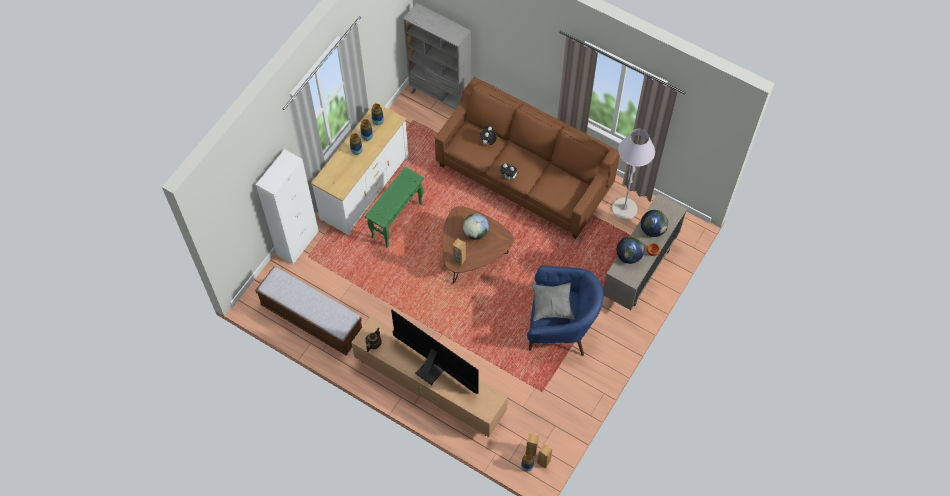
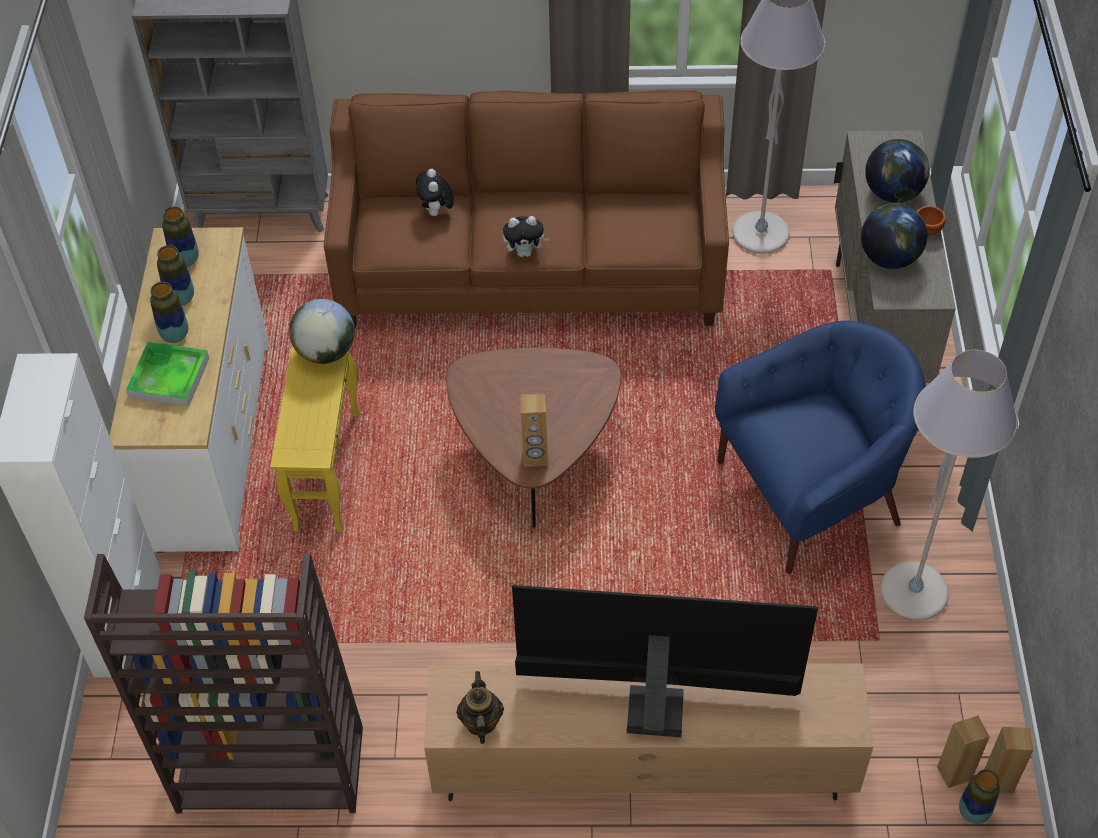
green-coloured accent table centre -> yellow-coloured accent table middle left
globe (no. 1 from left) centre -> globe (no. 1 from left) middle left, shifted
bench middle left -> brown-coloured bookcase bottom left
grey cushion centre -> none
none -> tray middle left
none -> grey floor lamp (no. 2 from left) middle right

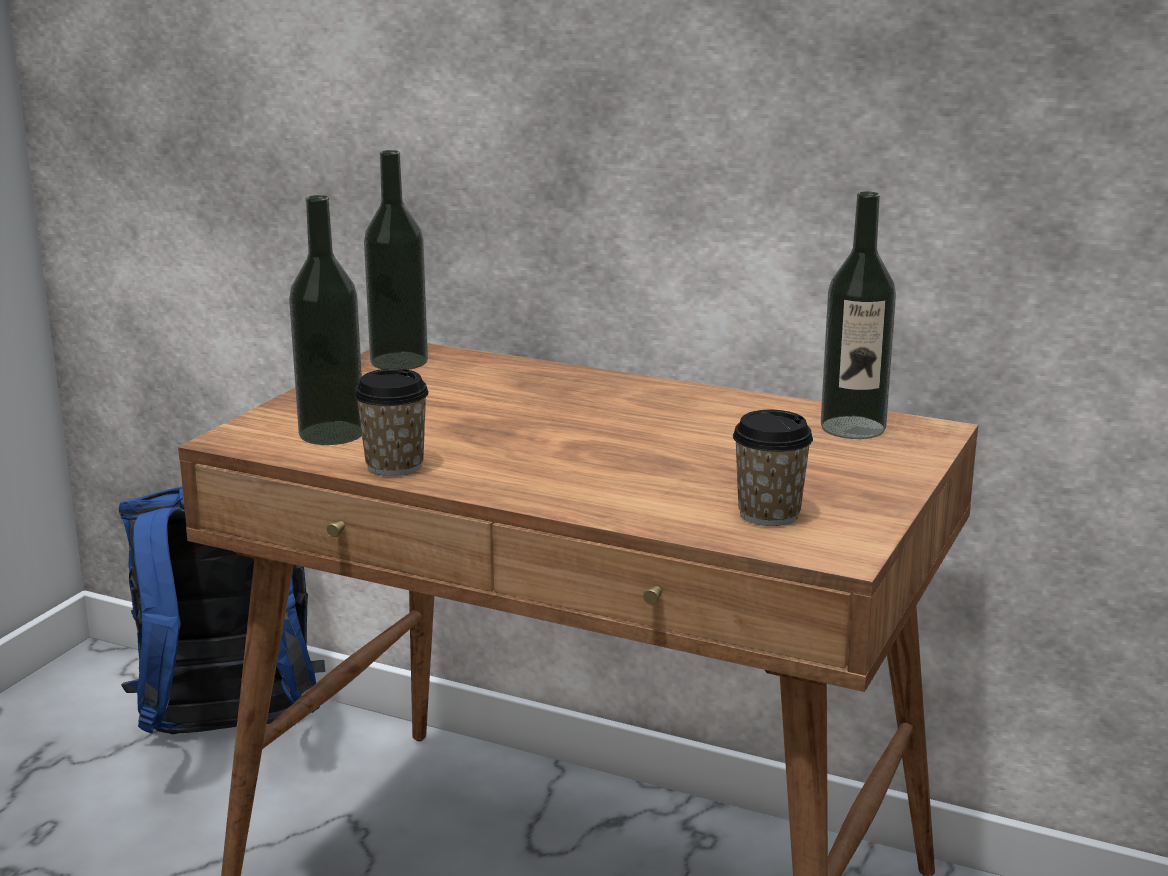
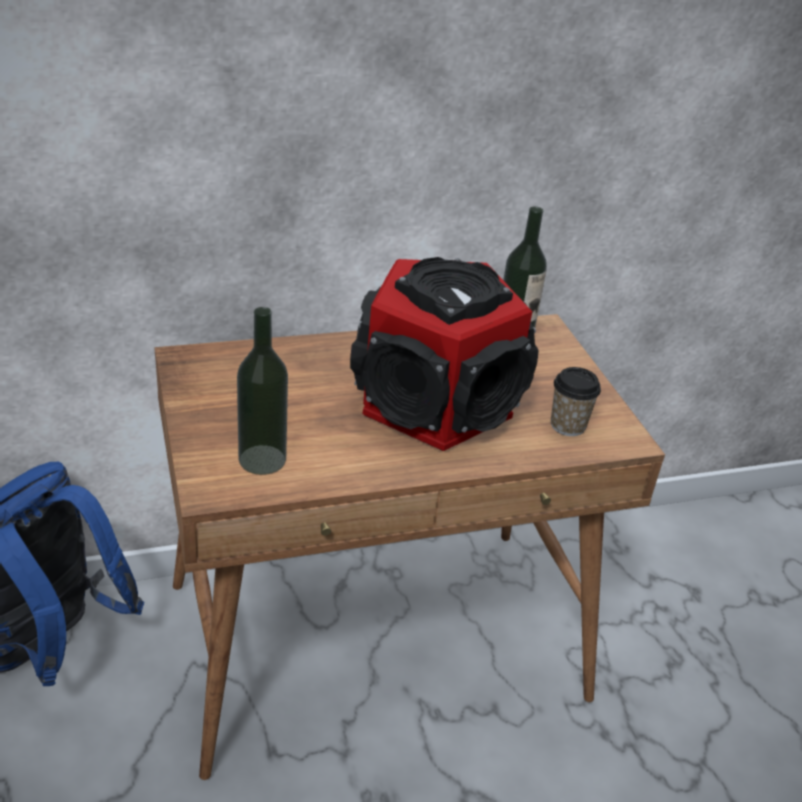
bottle (no. 2 from left) top centre -> none
small cup (no. 1 from left) centre -> none
none -> loudspeaker centre

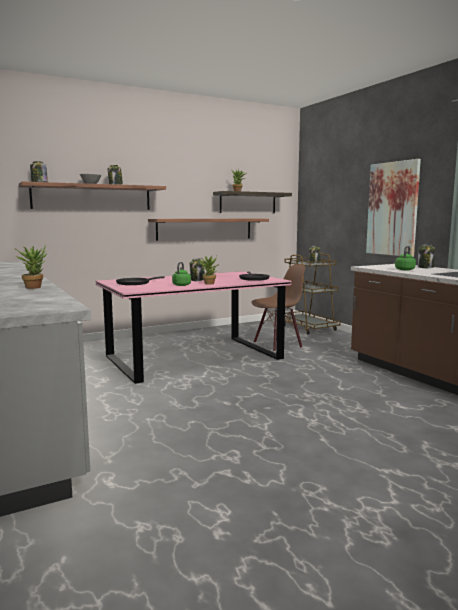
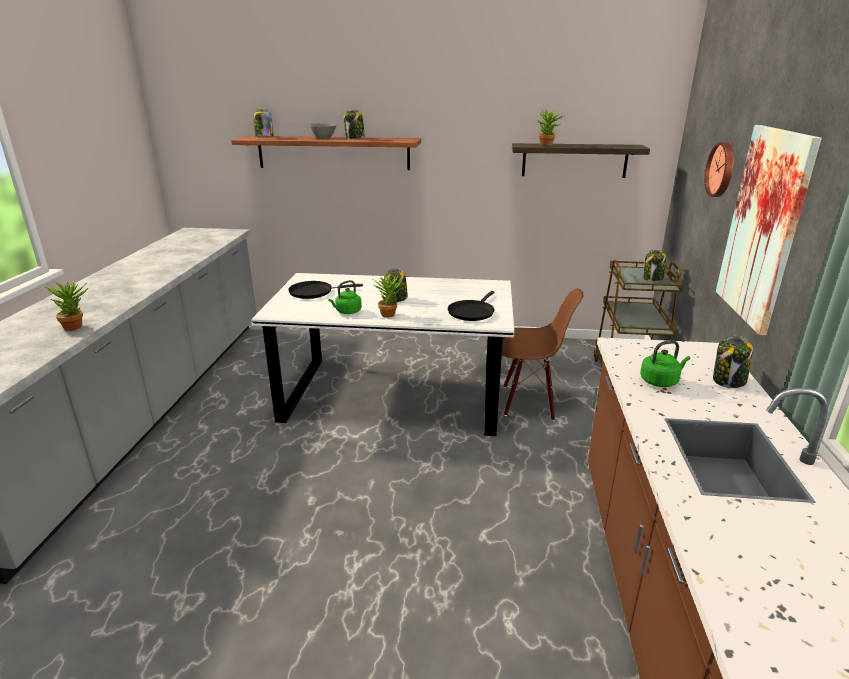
bracket shelf (no. 2 from left) centre -> none
pink dining table centre -> white dining table centre
none -> clock on the wall top right

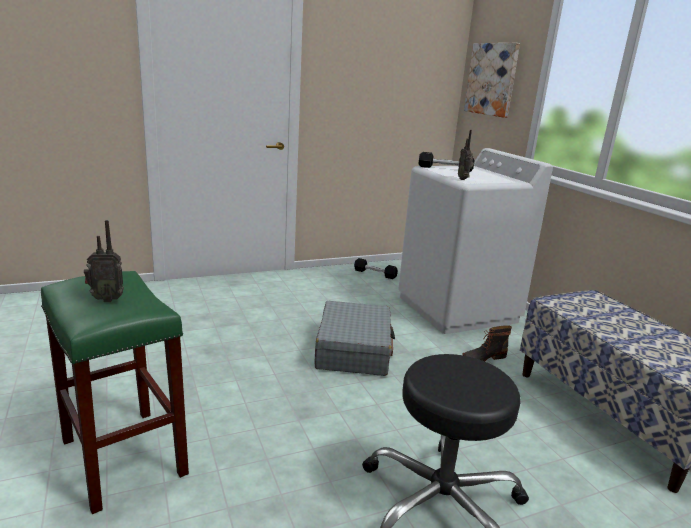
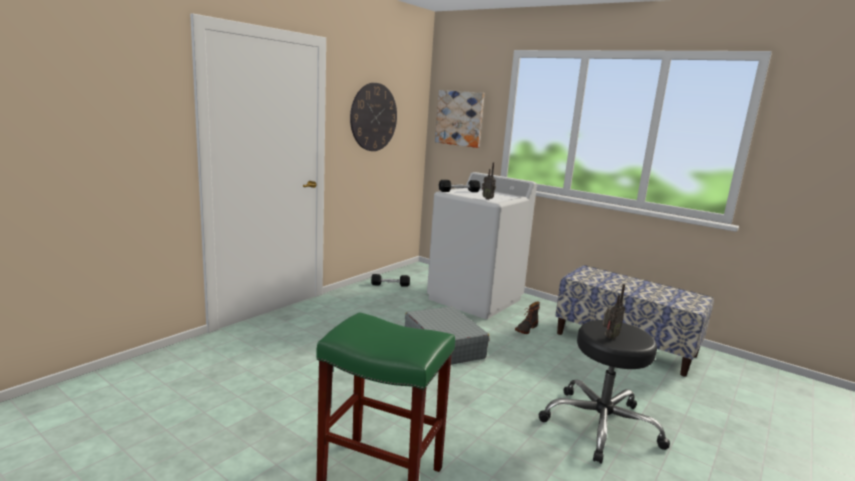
radio set (no. 1 from left in the first image) middle left -> radio set (no. 2 from left) middle right, shifted
none -> clock on the wall top centre

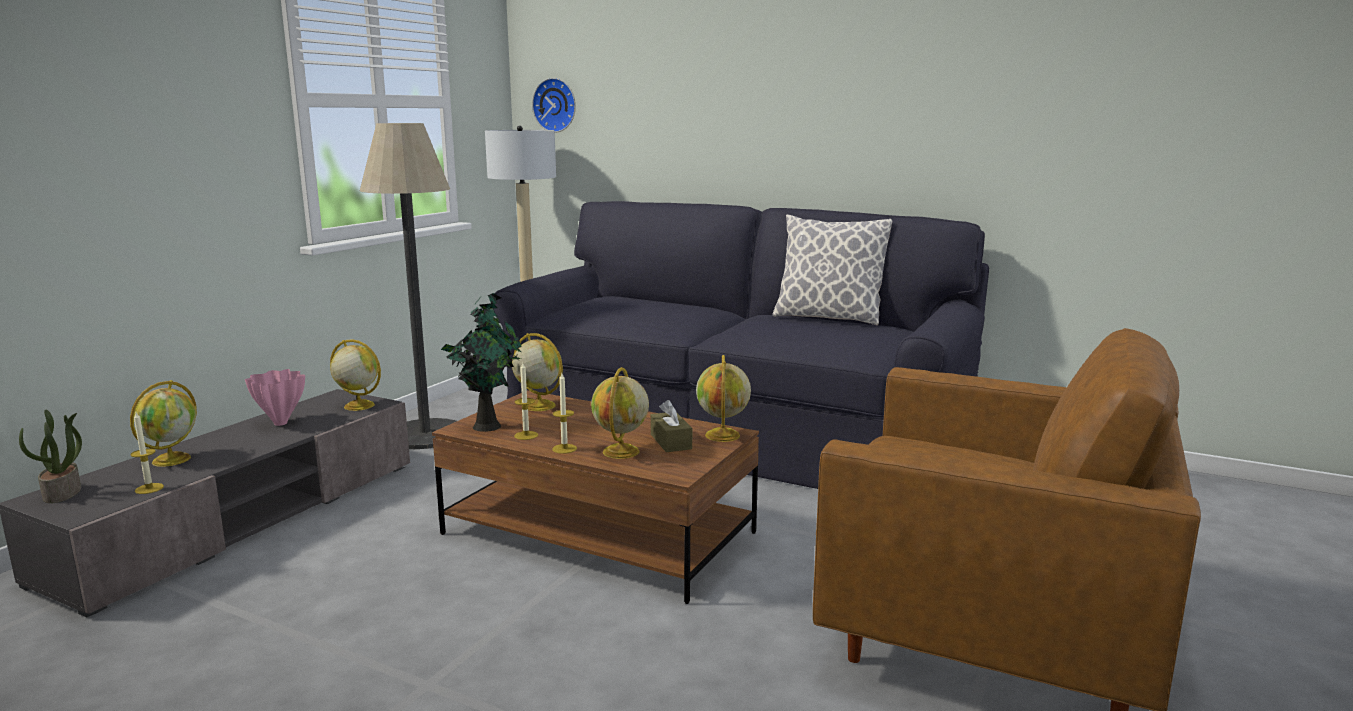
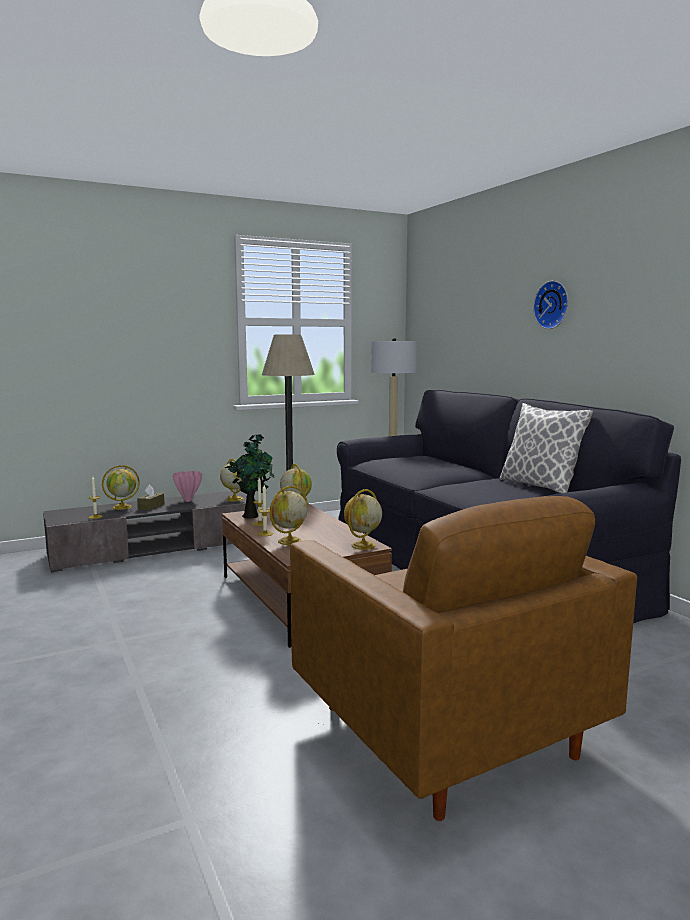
clock on the wall top centre -> clock on the wall top right, shifted
brown-coloured tissue box centre -> brown-coloured tissue box middle left, shifted
houseplant (no. 1 from left) middle left -> none

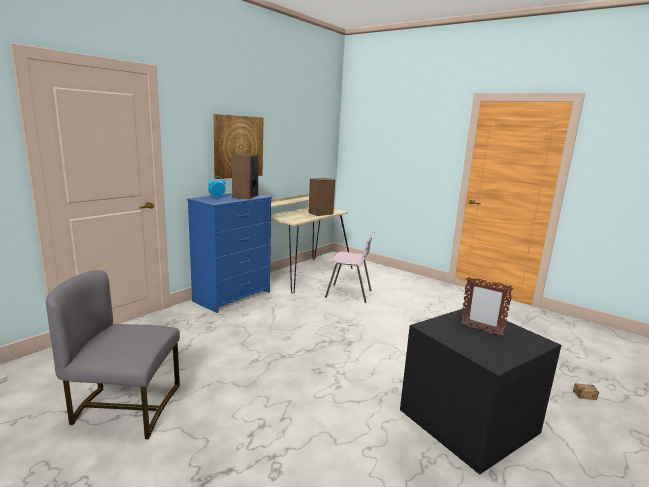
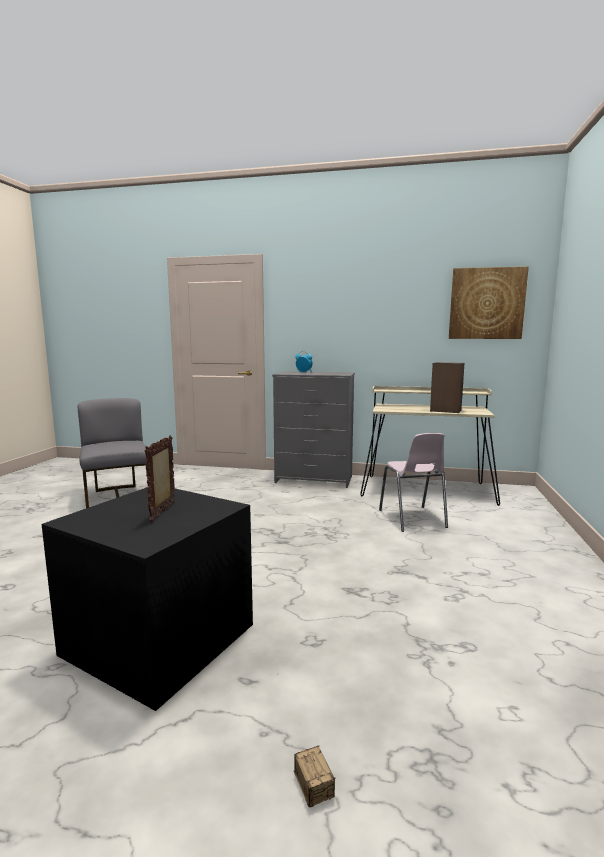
wall art top centre -> wall art middle right, shifted
loudspeaker (no. 1 from left) centre -> none
blue dresser centre -> grey dresser centre

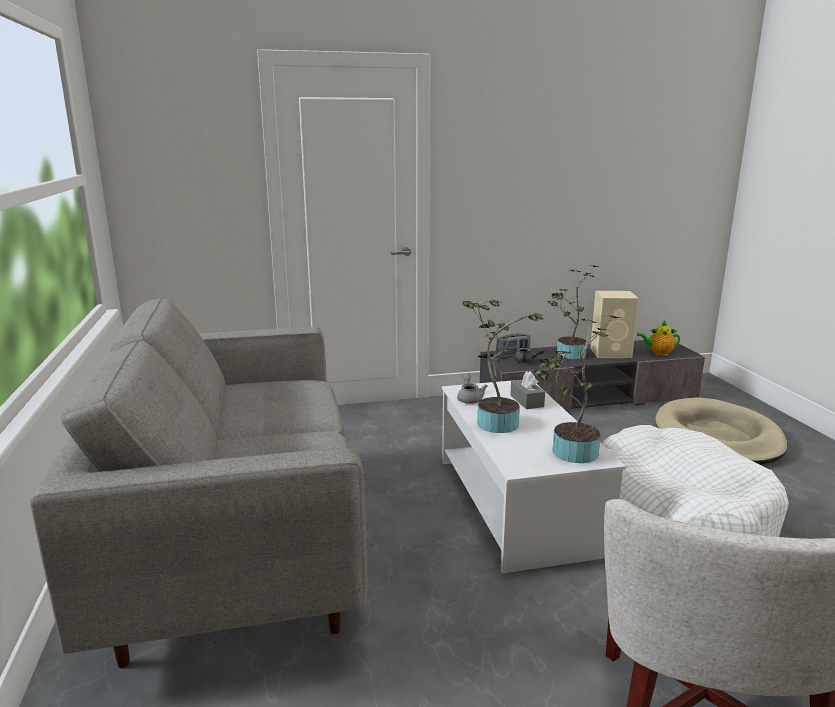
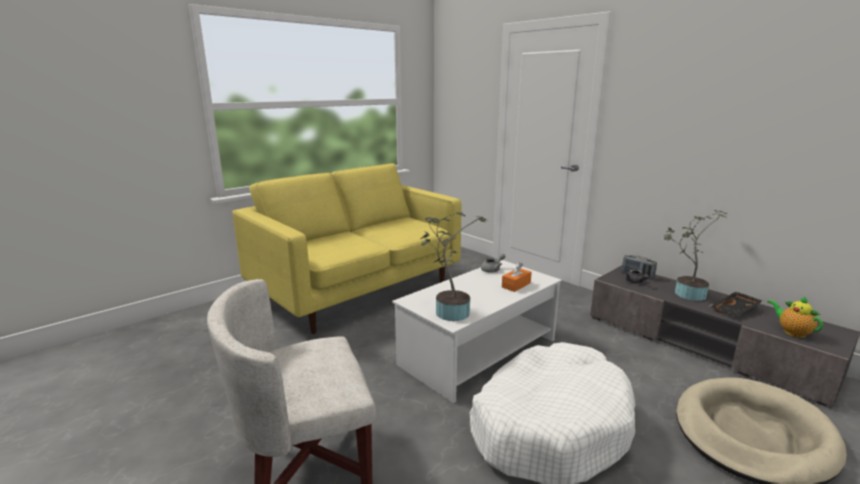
sand-coloured loudspeaker middle right -> blackish tray middle right
grey sofa bottom left -> yellow-coloured sofa centre
houseplant (no. 1 from left) centre -> none
grey tissue box centre -> orange-coloured tissue box centre

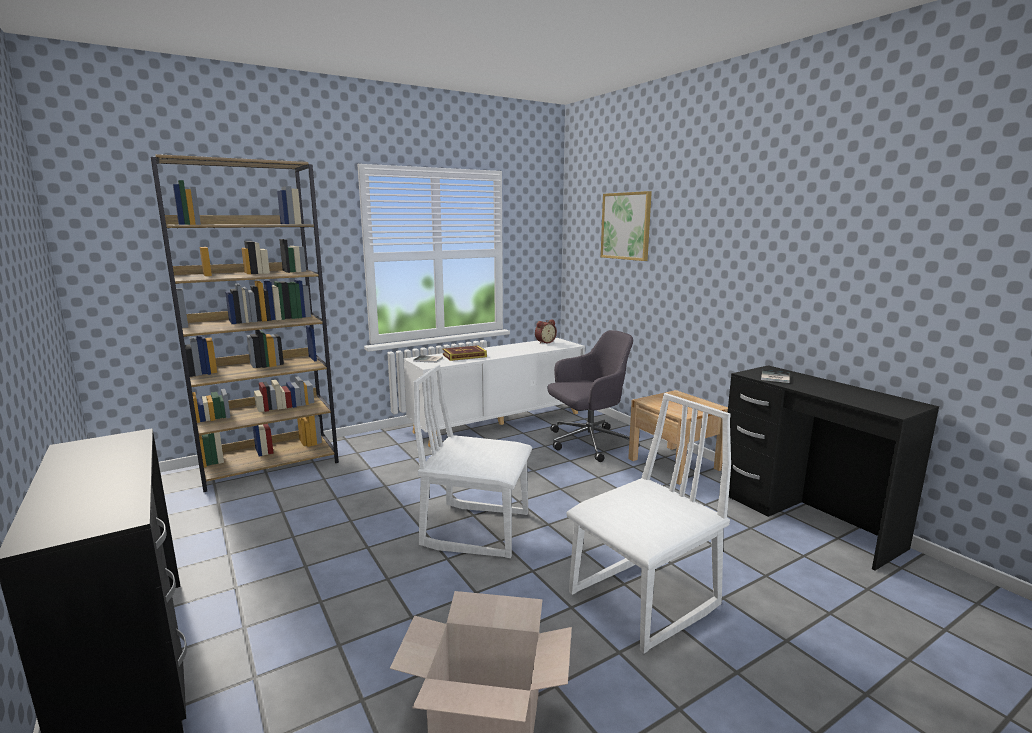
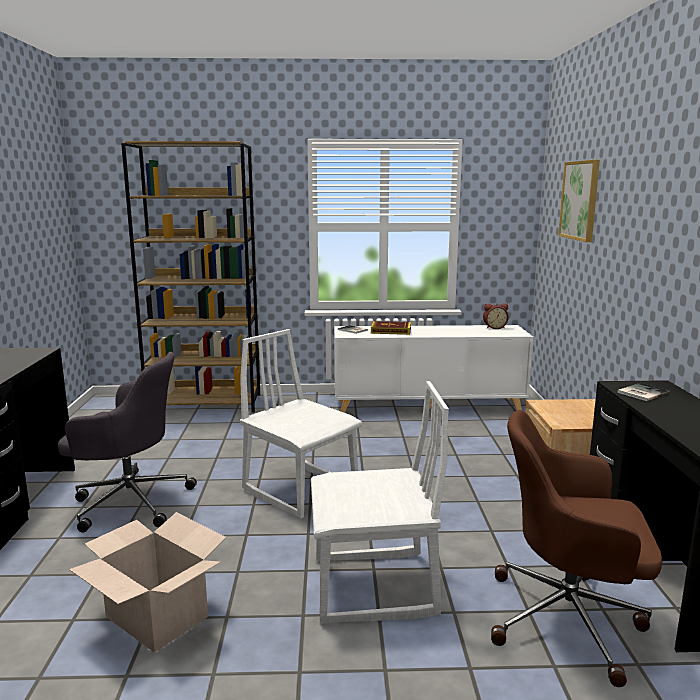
grey computer chair centre -> grey computer chair middle left, shifted
none -> brown-coloured computer chair bottom right

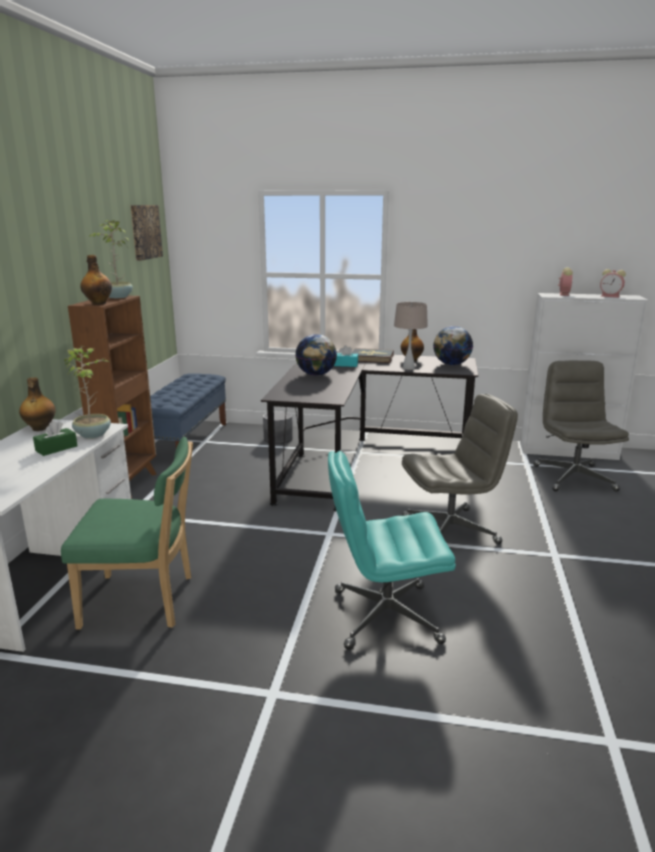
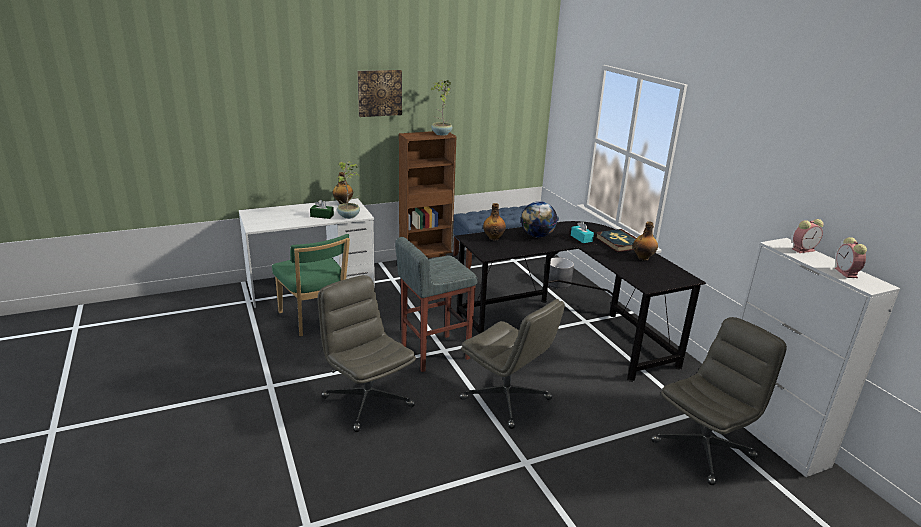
wall art top left -> wall art top centre, shifted
bottle (no. 2 from left) top left -> bottle (no. 2 from left) centre, shifted
sand-coloured lamp for a table centre -> none
globe (no. 2 from left) middle right -> none
turquoise computer chair centre -> grey computer chair (no. 1 from left) bottom centre
none -> grey sitting stool centre

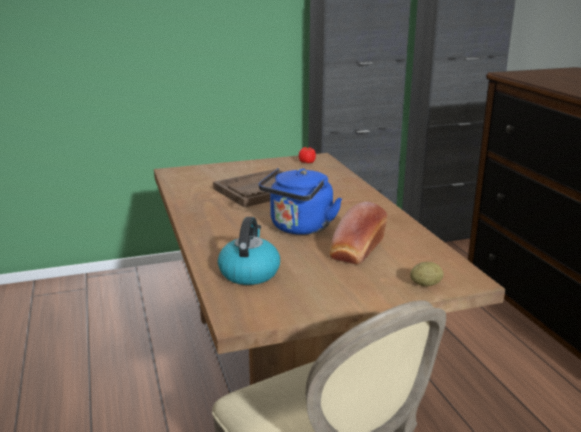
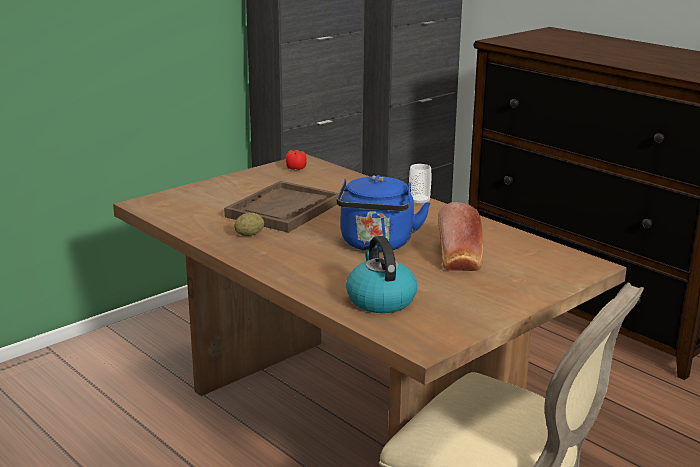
potato middle right -> potato centre, shifted
none -> small cup centre

